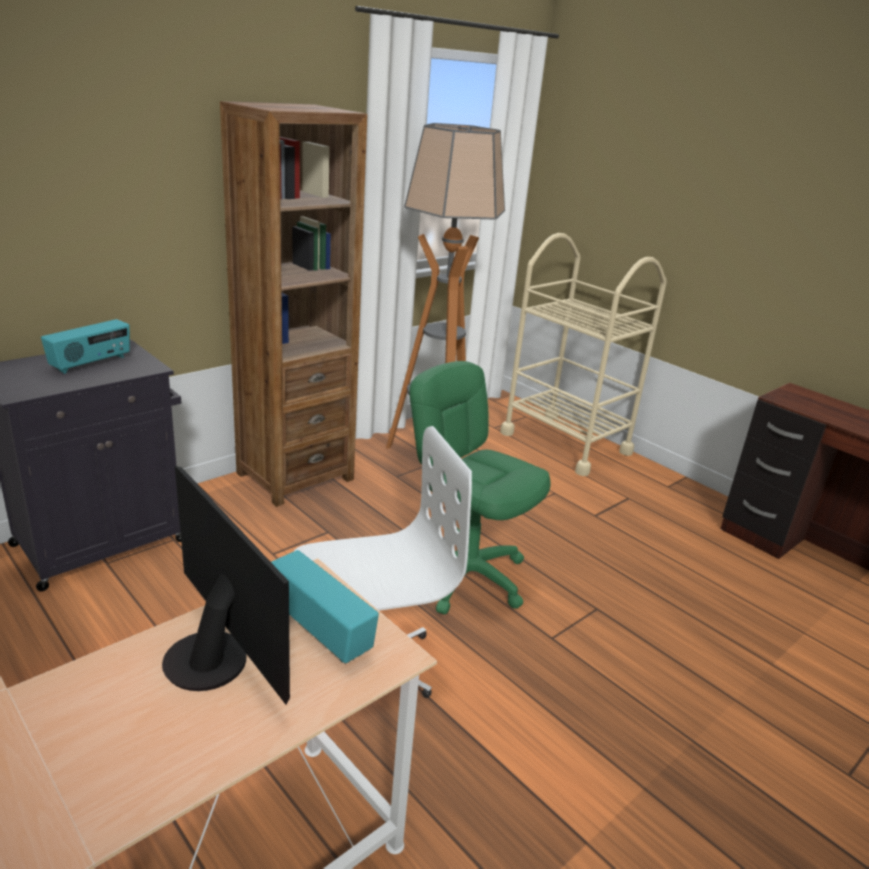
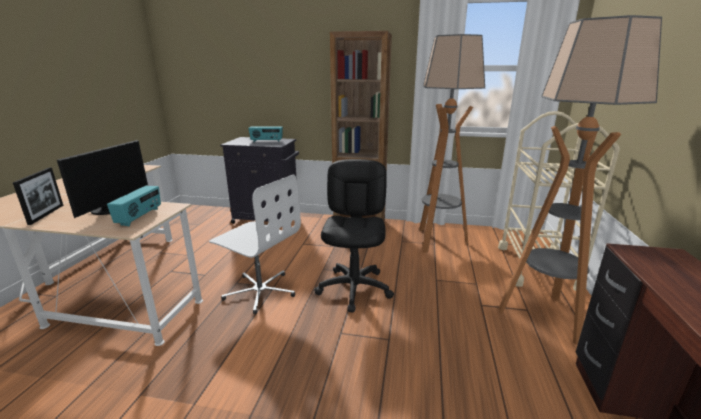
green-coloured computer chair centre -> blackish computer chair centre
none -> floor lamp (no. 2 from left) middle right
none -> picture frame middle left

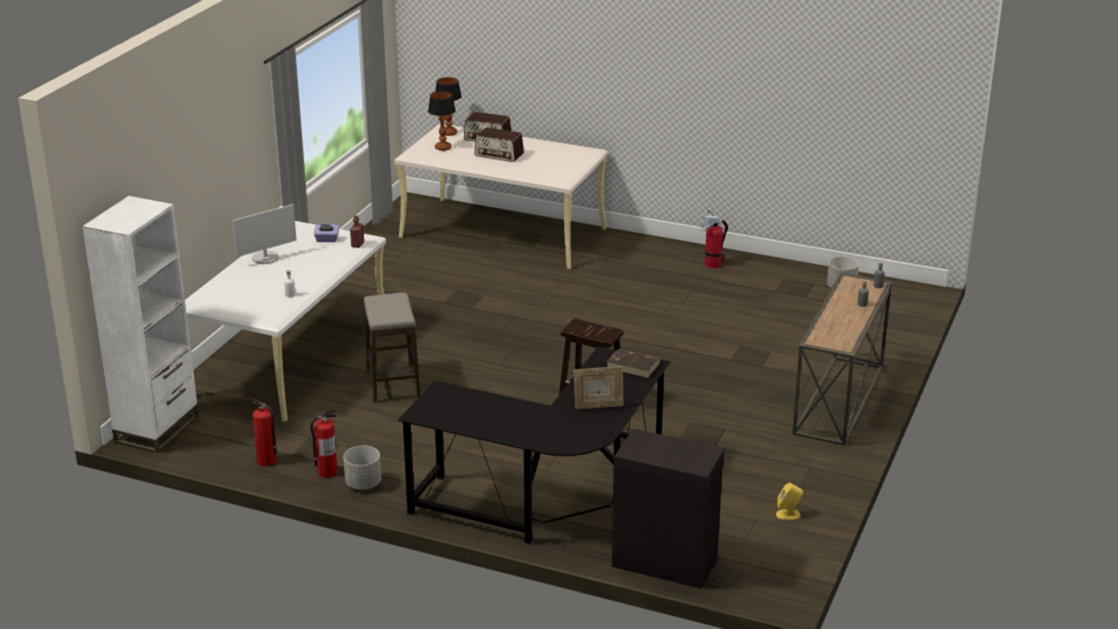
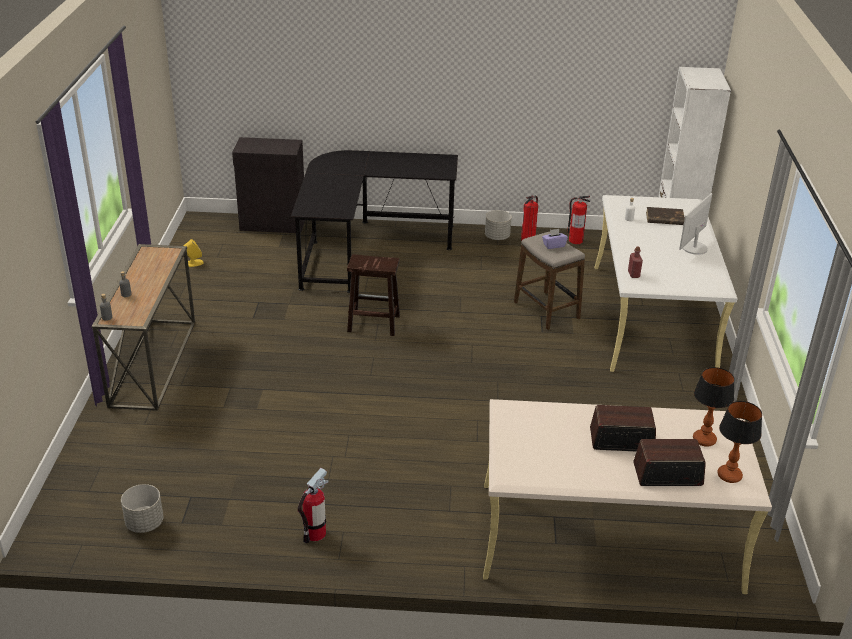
purplish tissue box middle left -> purplish tissue box centre, shifted
brown-coloured bound book centre -> brown-coloured bound book middle right, shifted
picture frame centre -> none

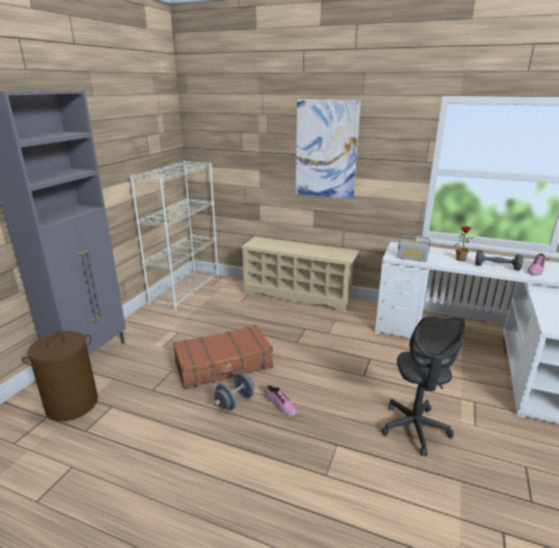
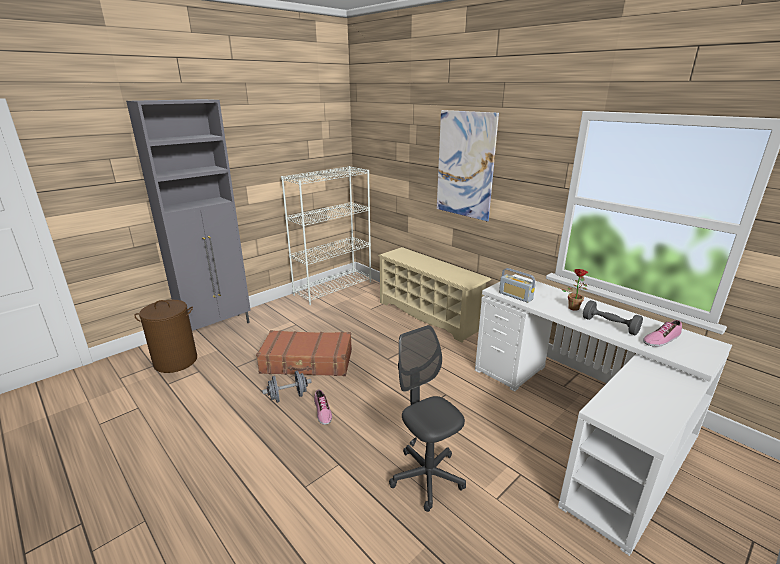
grey computer chair bottom right -> grey computer chair bottom centre, 120 degrees clockwise

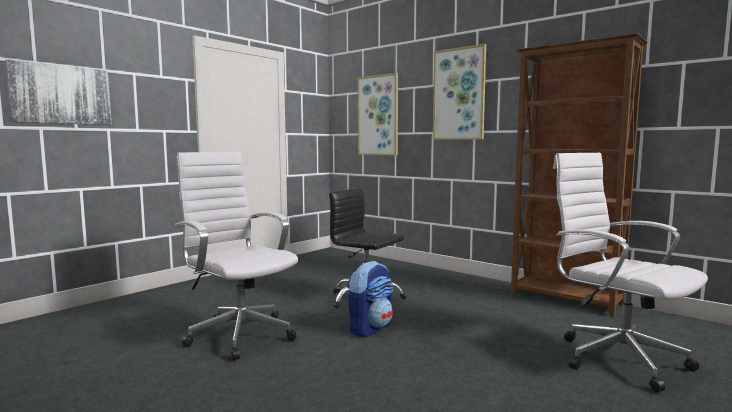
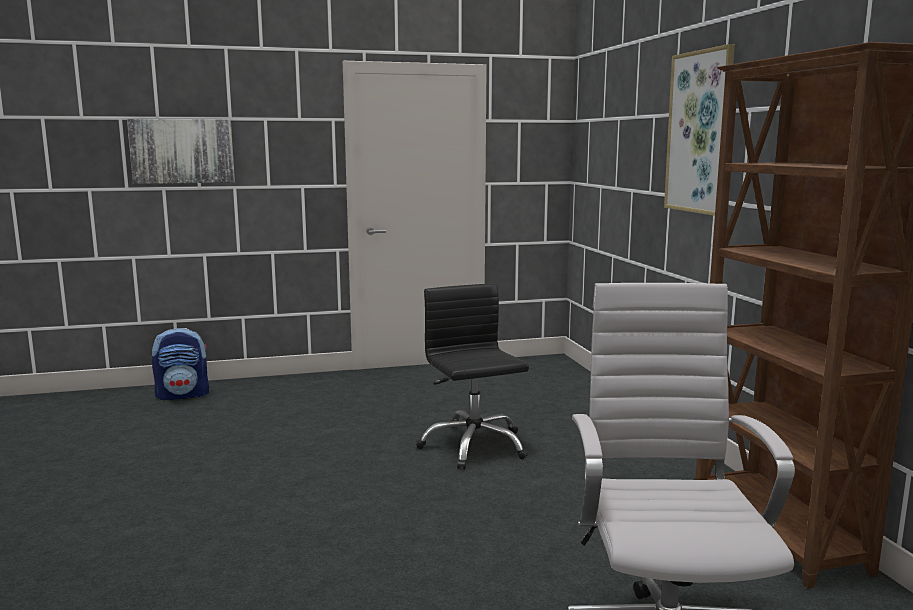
wall art (no. 2 from left) top centre -> none
white computer chair (no. 1 from left) middle left -> none
rucksack bottom centre -> rucksack middle left, shifted

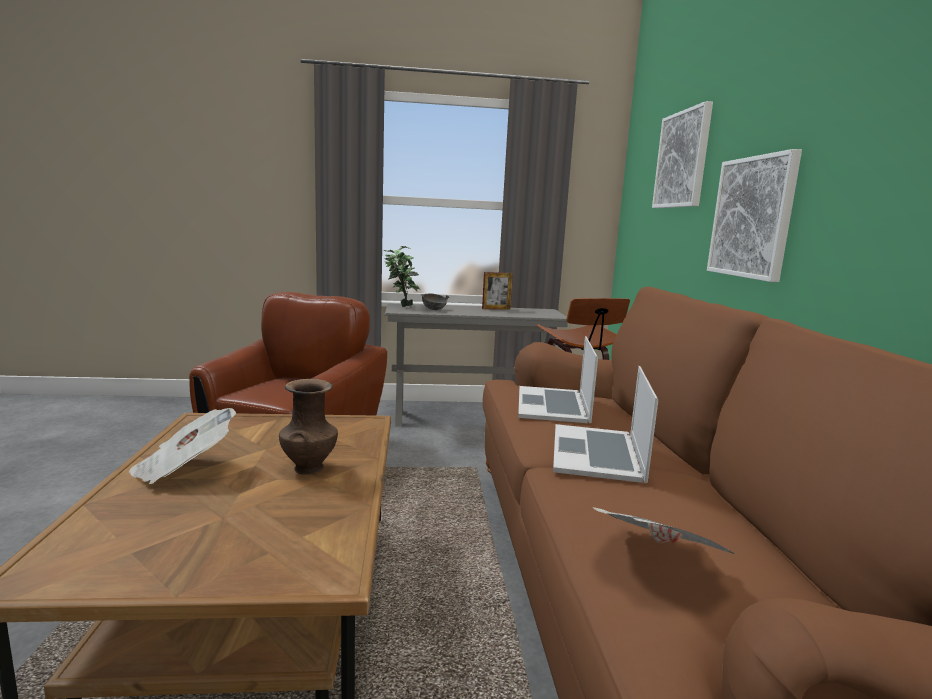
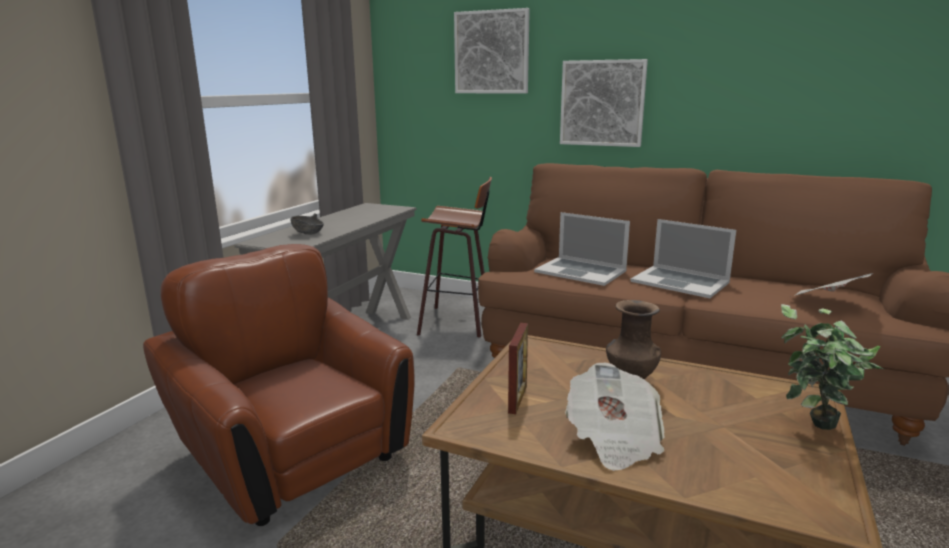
houseplant centre -> houseplant bottom right, shifted
picture frame centre -> picture frame bottom centre, shifted

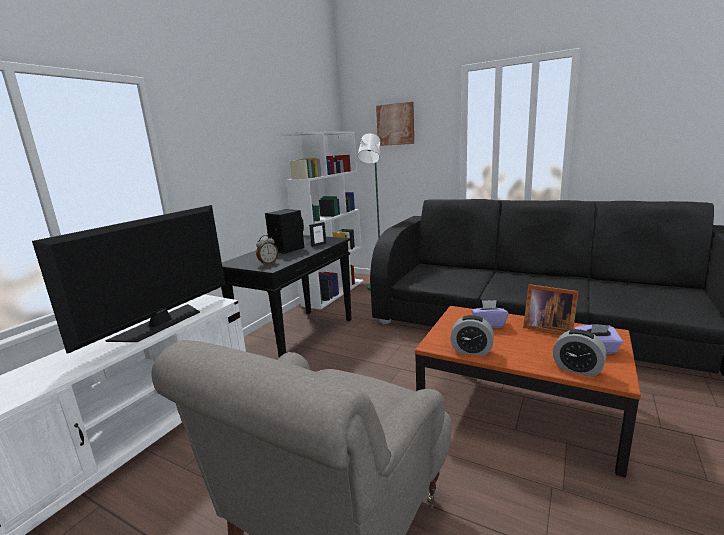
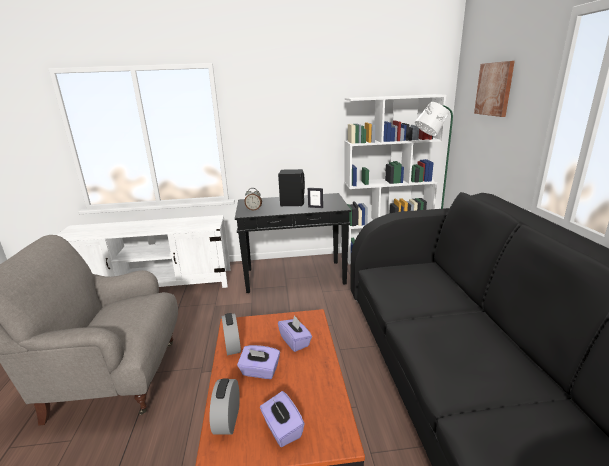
television middle left -> none
picture frame (no. 2 from left) middle right -> none
none -> purplish tissue box (no. 1 from left) bottom centre

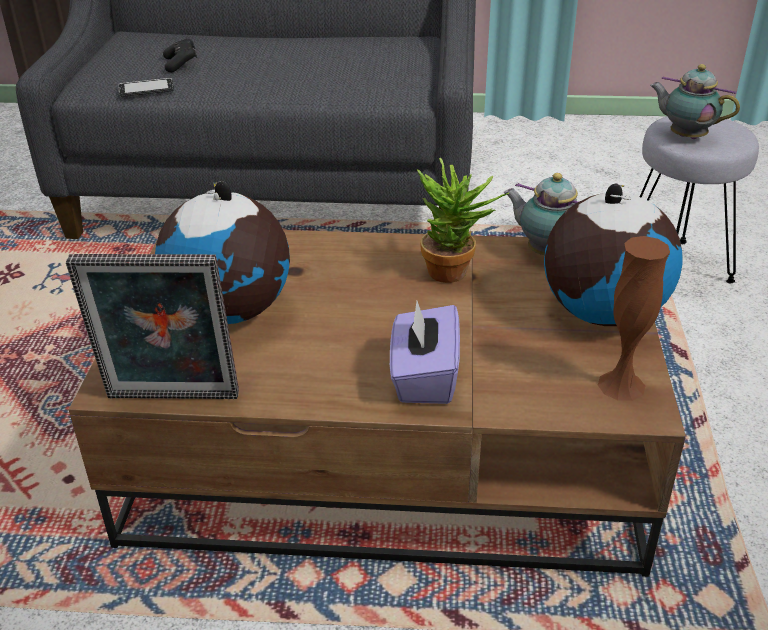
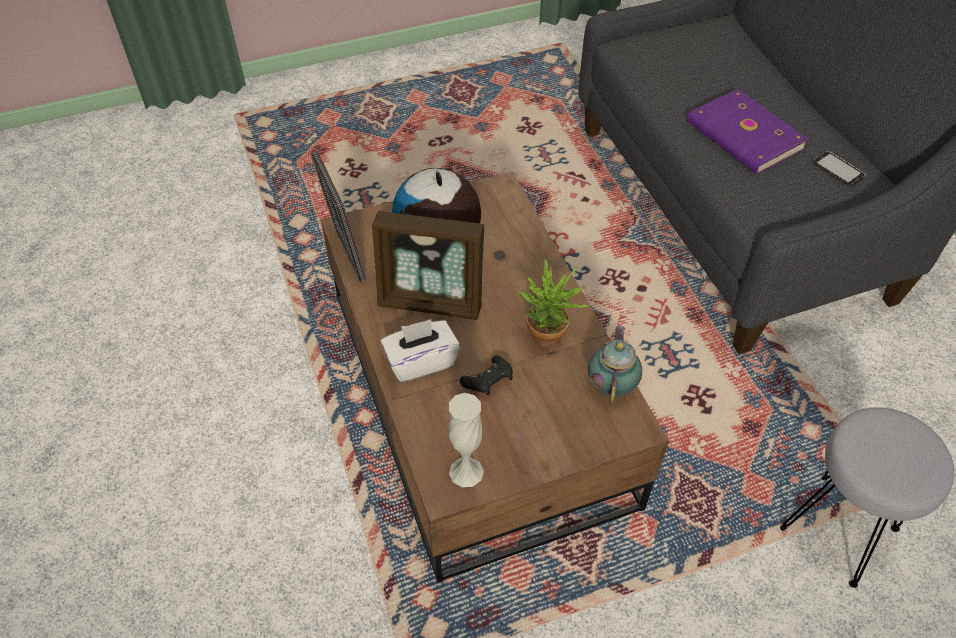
blackish gamepad top left -> blackish gamepad centre, shifted
teapot (no. 2 from left) top right -> none
handset top left -> handset top right, shifted
globe (no. 2 from left) middle right -> none
brown-coloured flower vase middle right -> white flower vase bottom centre
purplish tissue box centre -> white tissue box centre
none -> purplish bound book top right
none -> picture frame (no. 2 from left) centre

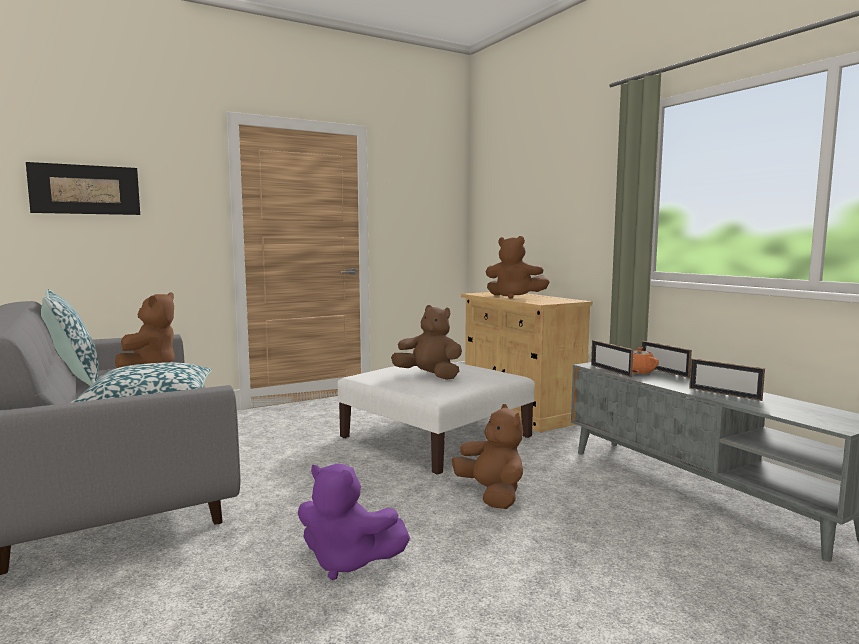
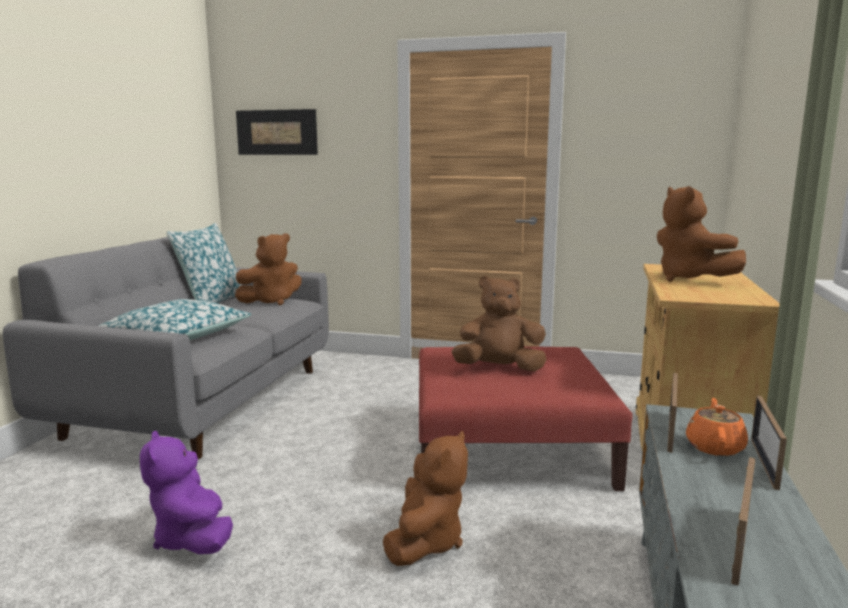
brown-coloured soft toy (no. 2 from left in the first image) centre -> brown-coloured soft toy (no. 3 from left) centre, 75 degrees counterclockwise
picture frame (no. 3 from left in the first image) middle right -> picture frame (no. 2 from left) bottom right, 150 degrees counterclockwise
white pouffe centre -> reddish pouffe bottom centre

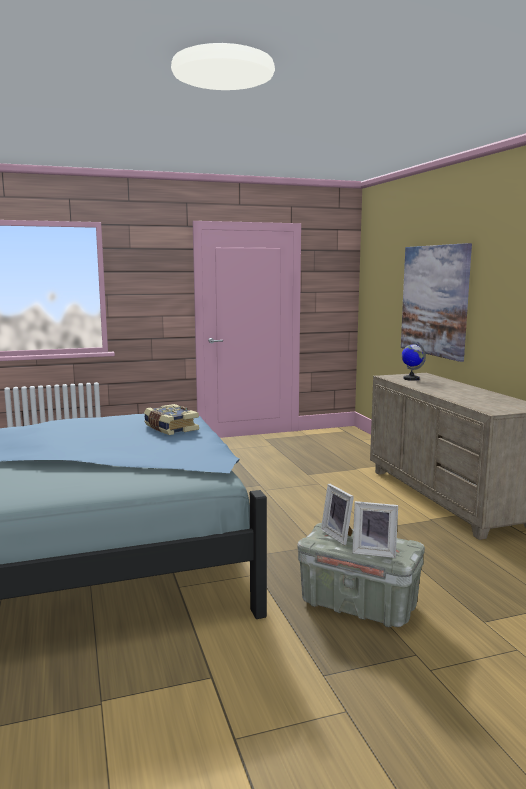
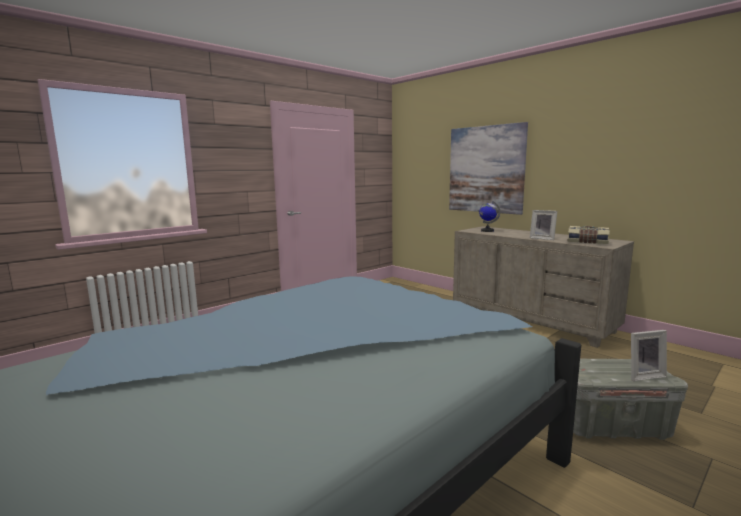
bound book middle left -> bound book middle right, shifted
picture frame (no. 1 from left) centre -> picture frame (no. 1 from left) middle right, shifted

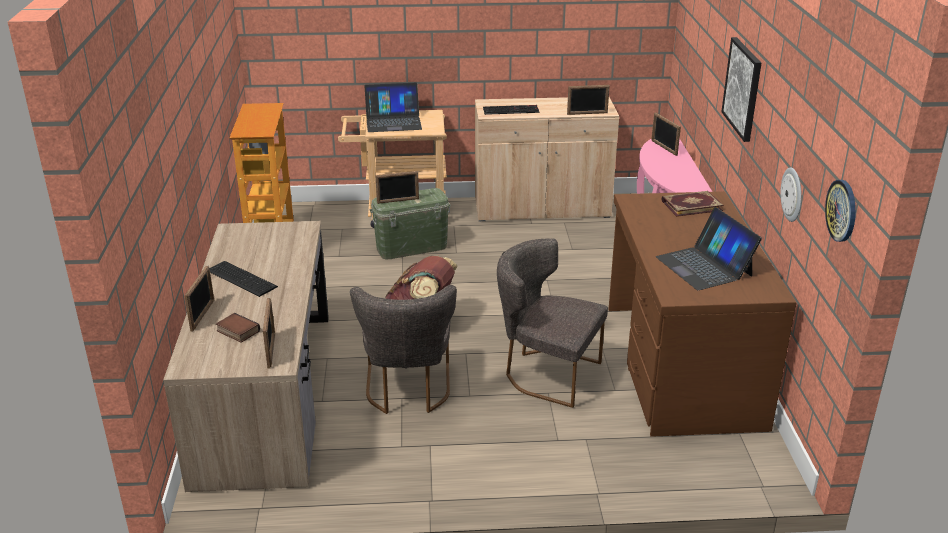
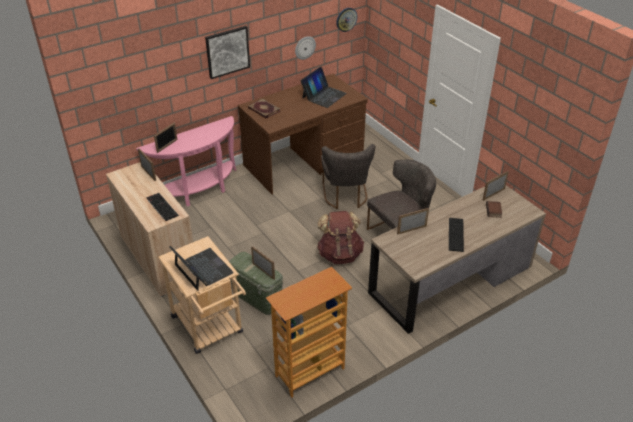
picture frame (no. 1 from left in the first image) middle left -> picture frame (no. 4 from left) centre, shifted

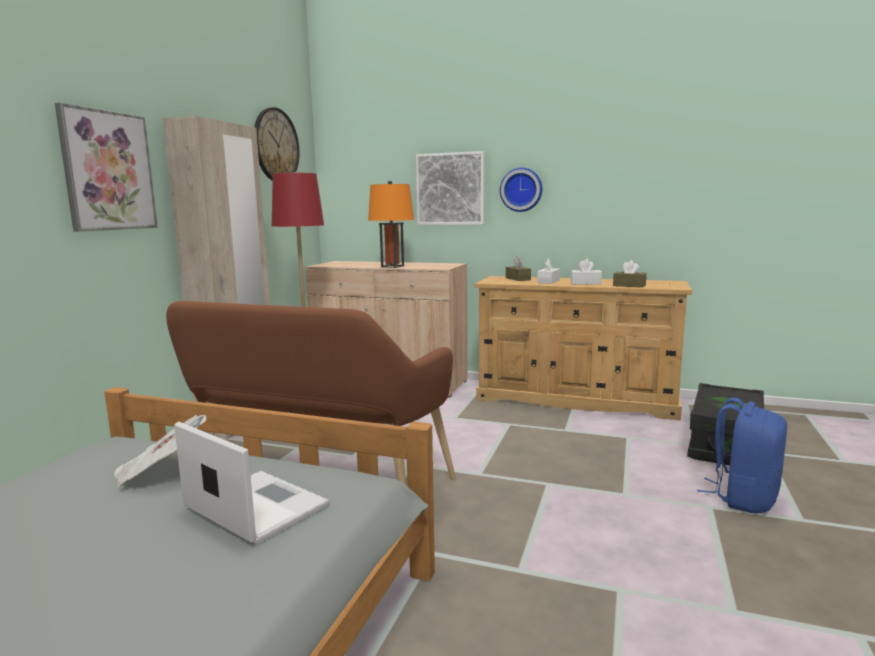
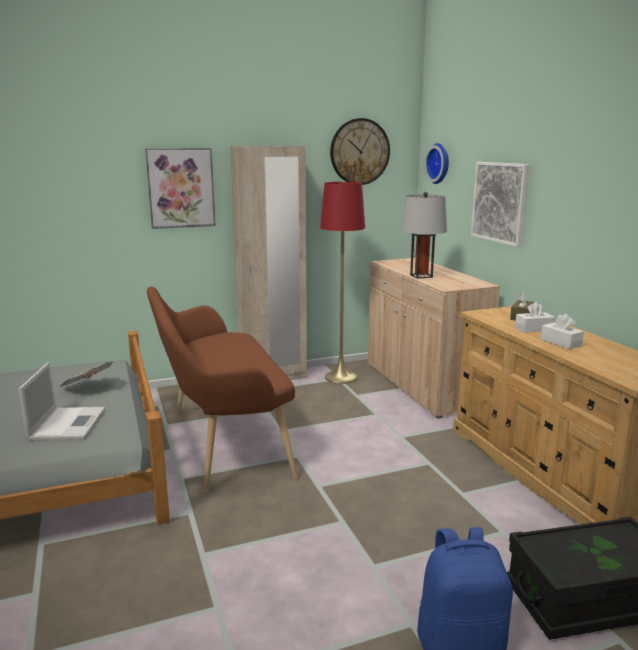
clock on the wall (no. 2 from left) top centre -> clock on the wall (no. 2 from left) top right, shifted
orange-coloured lamp for a table centre -> grey lamp for a table centre
brown-coloured tissue box (no. 2 from left) middle right -> none

